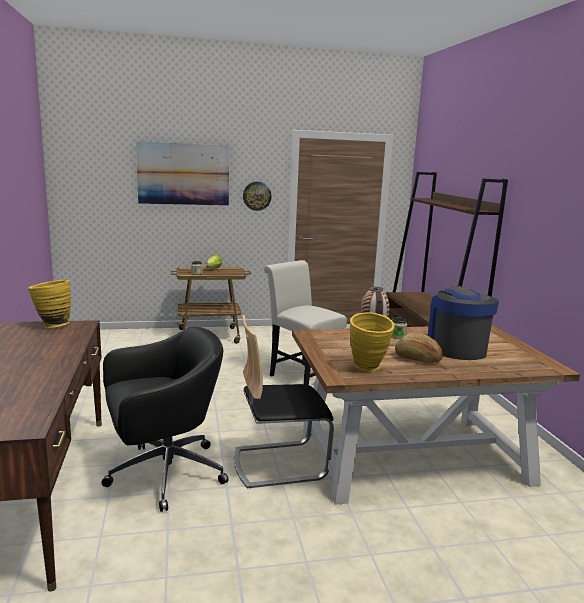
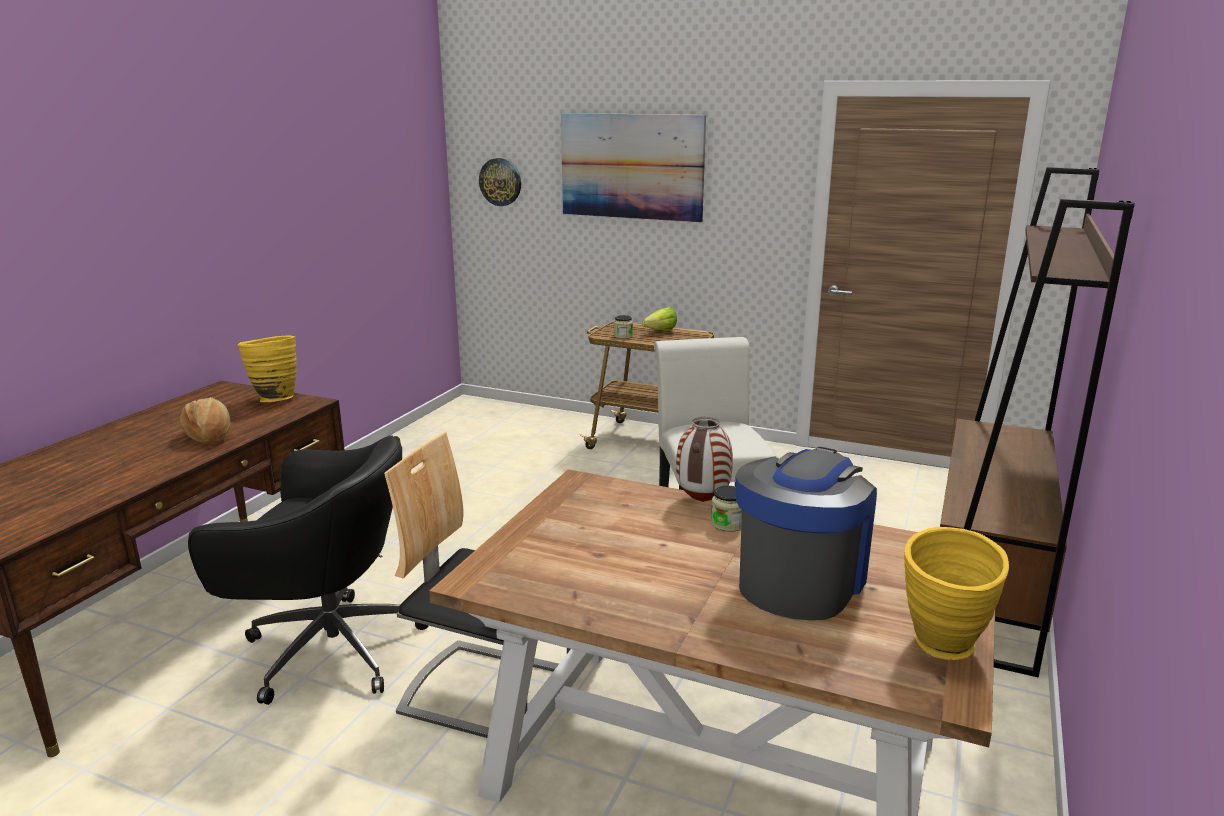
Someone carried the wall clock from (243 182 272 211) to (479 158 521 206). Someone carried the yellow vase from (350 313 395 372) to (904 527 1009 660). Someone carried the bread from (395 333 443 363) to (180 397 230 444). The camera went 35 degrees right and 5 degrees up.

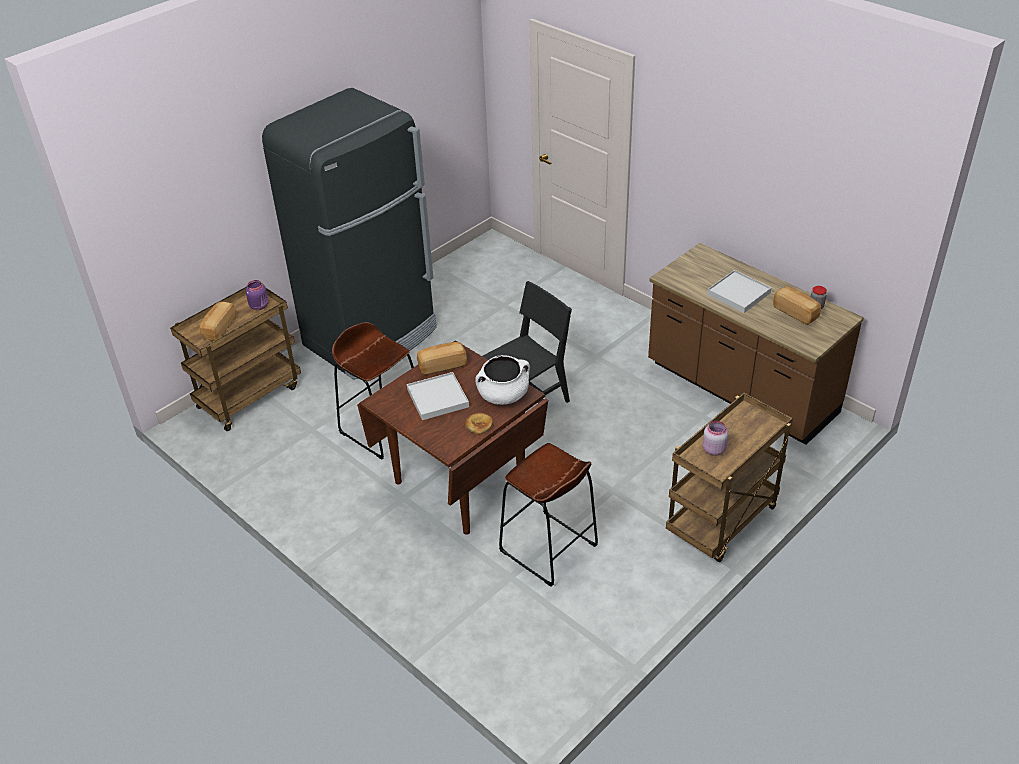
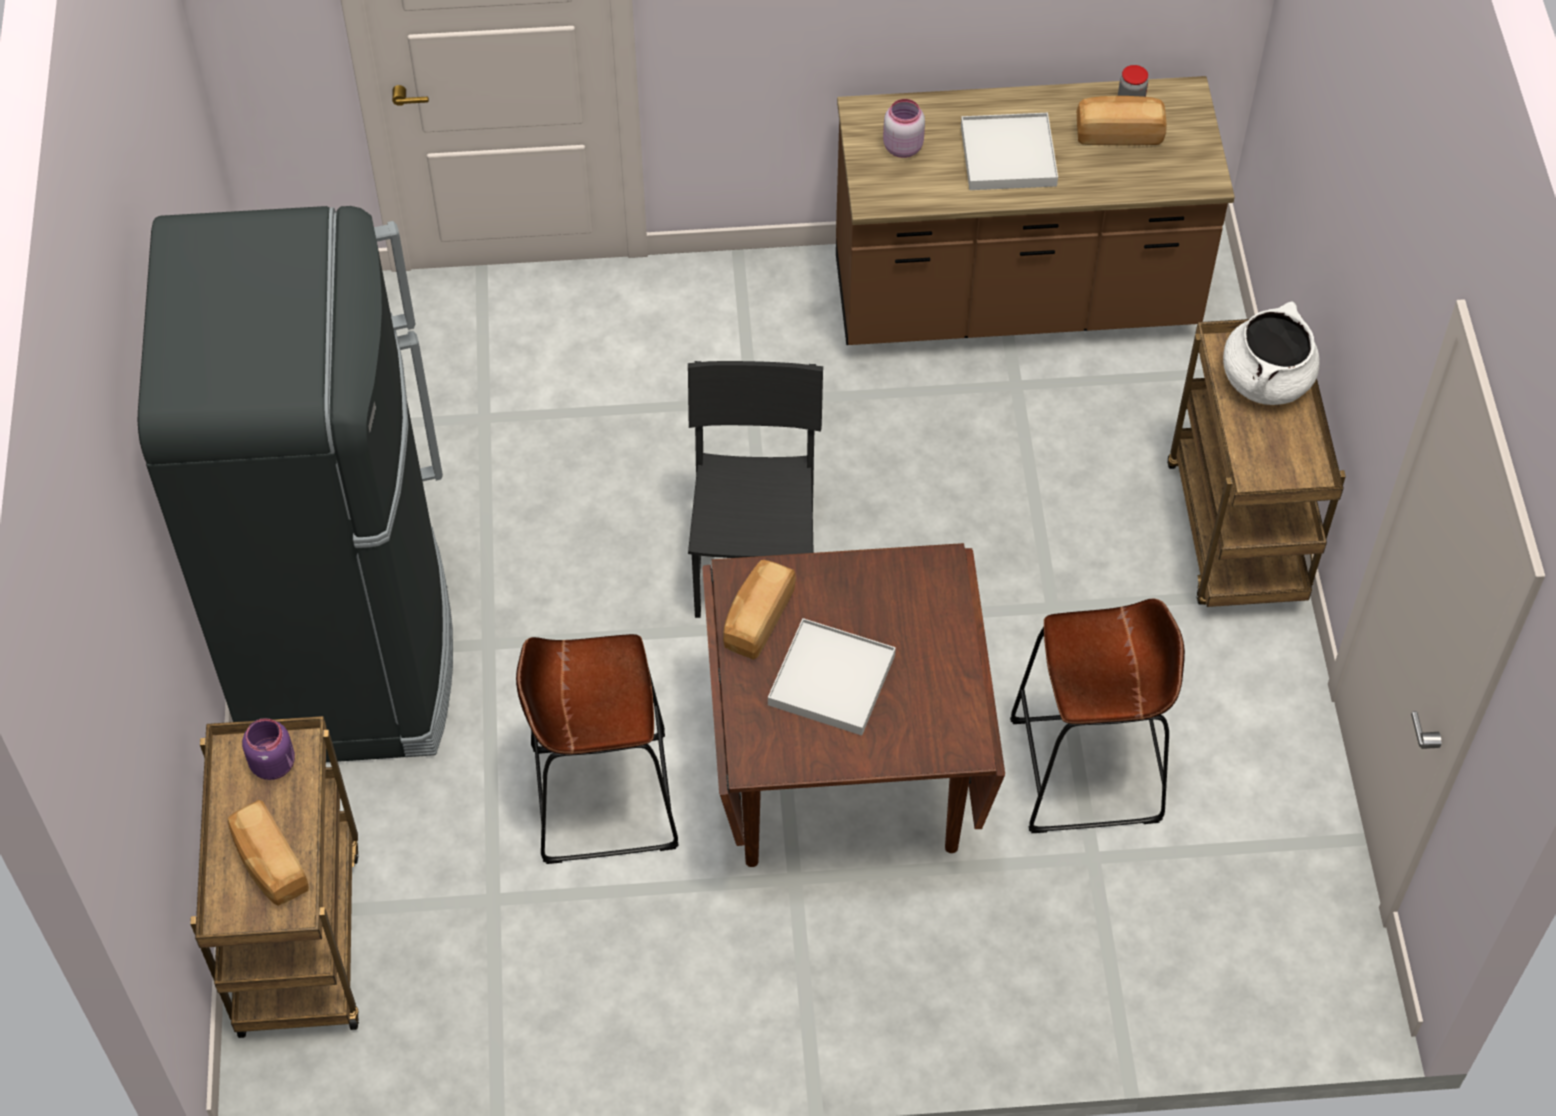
Someone took away the bread at (465 413 493 434). Someone carried the white cooking pot from (475 355 530 405) to (1223 301 1320 405). Someone carried the pink jar from (703 421 729 456) to (883 99 925 158). The camera went 50 degrees left and 15 degrees up.

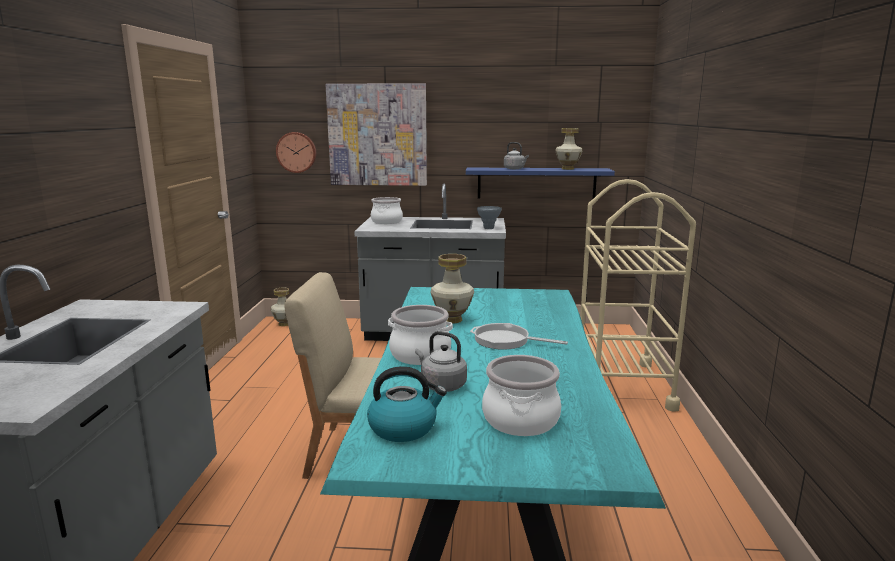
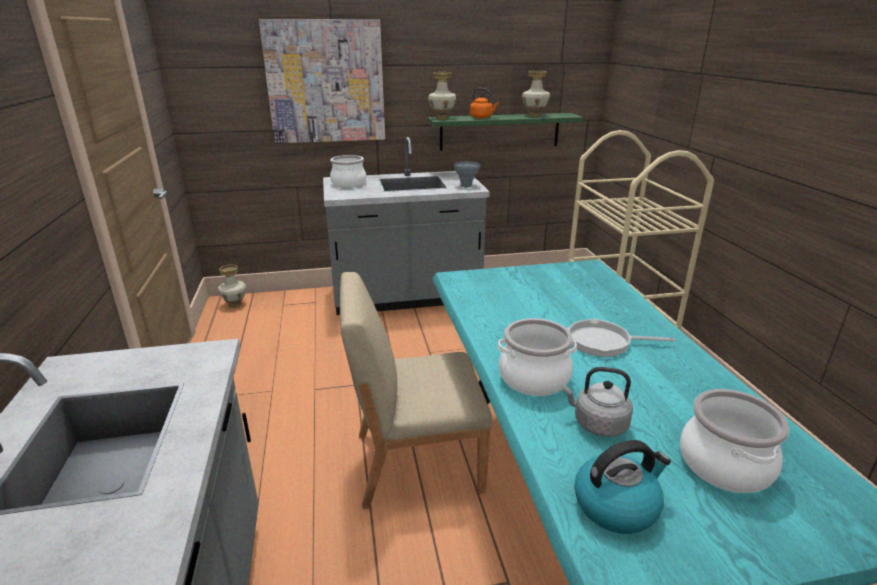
Someone took away the wall clock at (276 132 316 173). Someone carried the vase from (430 254 474 323) to (428 72 456 119). Someone repainted the blue shelf at (466 167 615 199), which became the green shelf at (427 113 583 151). Someone repainted the grey kettle at (504 142 529 169), which became the orange kettle at (470 88 499 118). The camera went 15 degrees left and 10 degrees up.

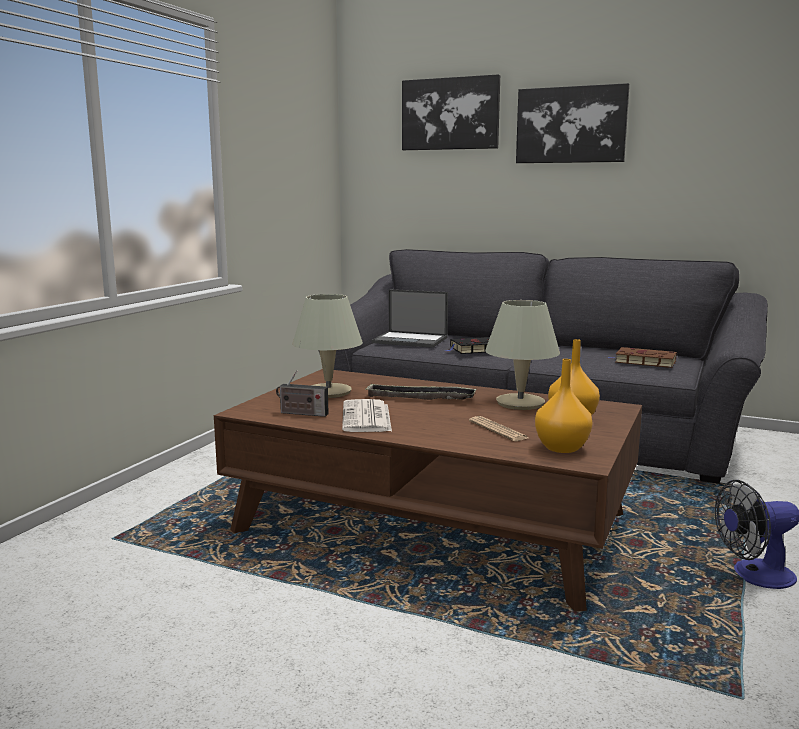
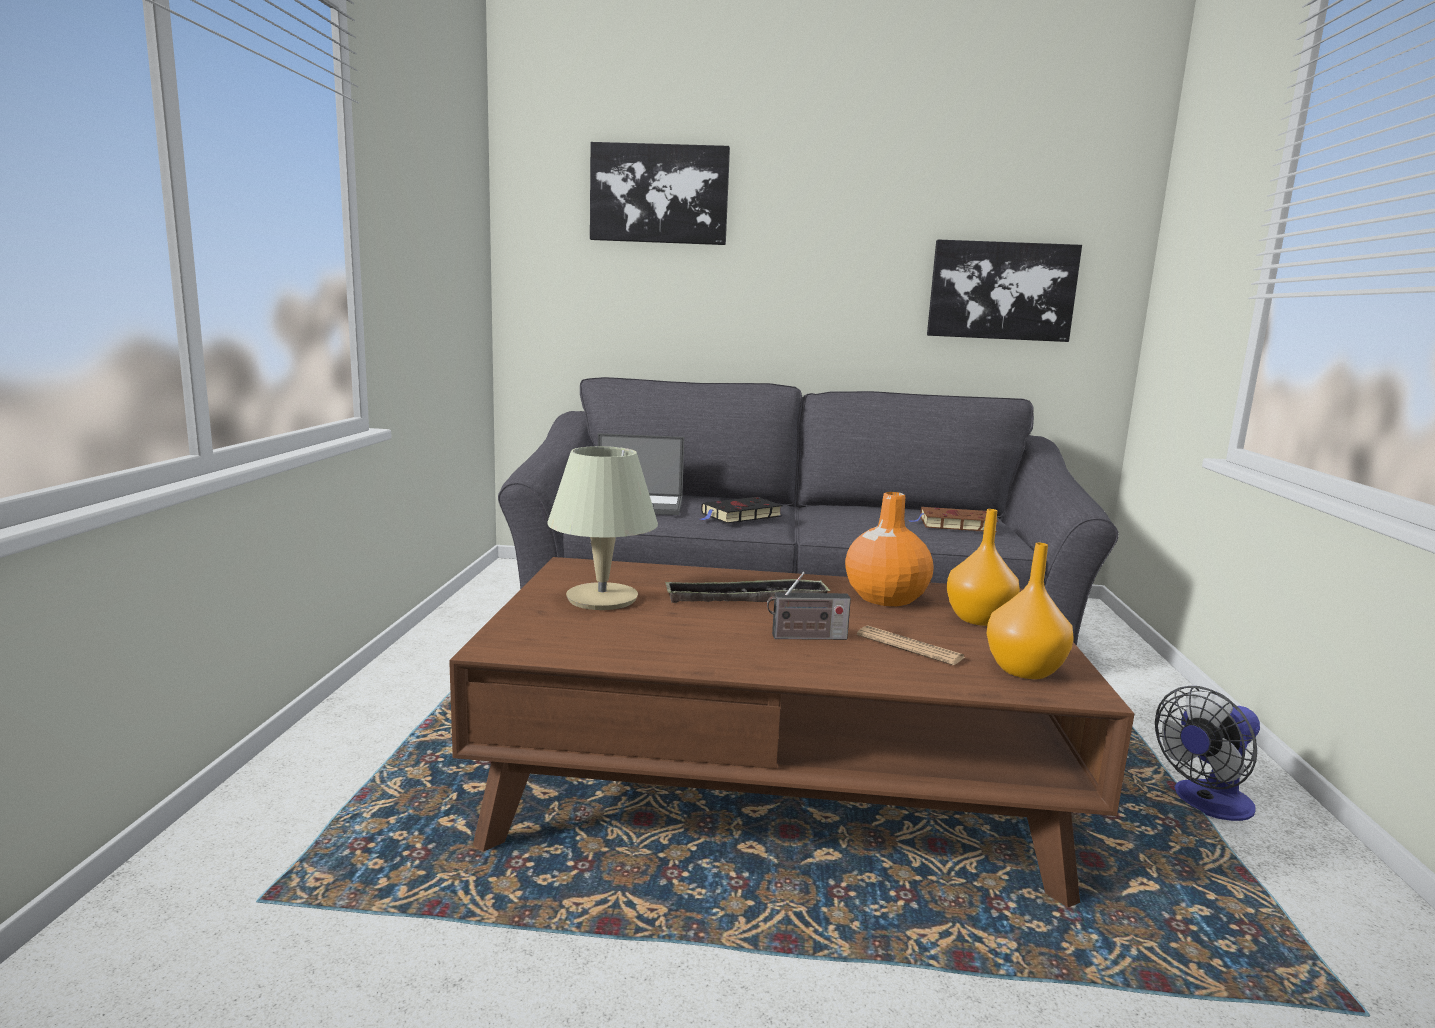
Someone carried the radio from (276 371 329 417) to (767 572 851 640). Someone took away the newspaper at (342 399 392 432). Someone swapped the beige table lamp at (485 300 560 410) for the orange vase at (845 492 934 606). Someone carried the picture from (516 83 630 163) to (927 240 1082 342). The camera went 20 degrees left and 0 degrees up.

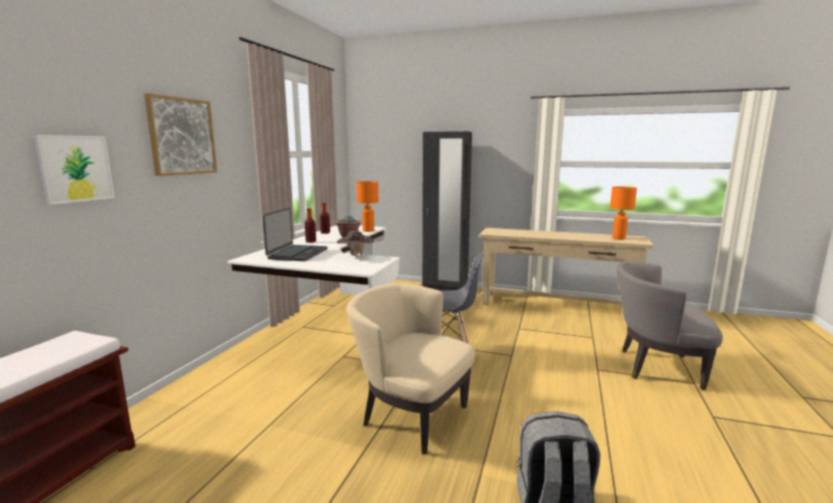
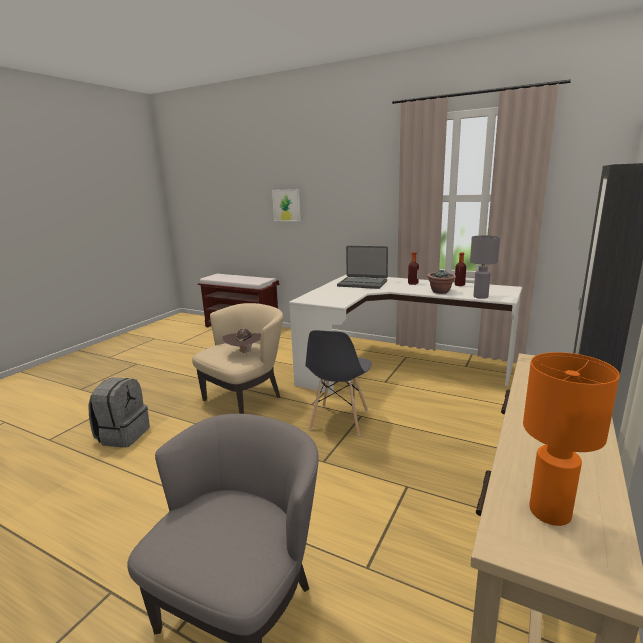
Someone took away the picture at (144 93 217 176). Someone carried the brown hat from (336 231 374 256) to (223 329 261 355). Someone repainted the orange table lamp at (357 181 378 232), which became the grey table lamp at (470 235 500 299). The camera went 100 degrees right and 5 degrees up.

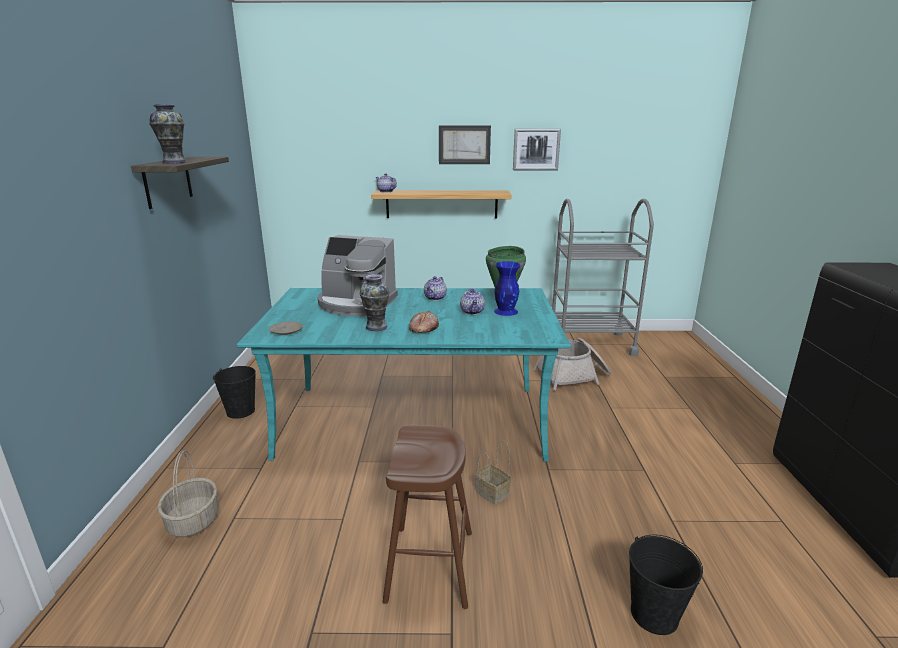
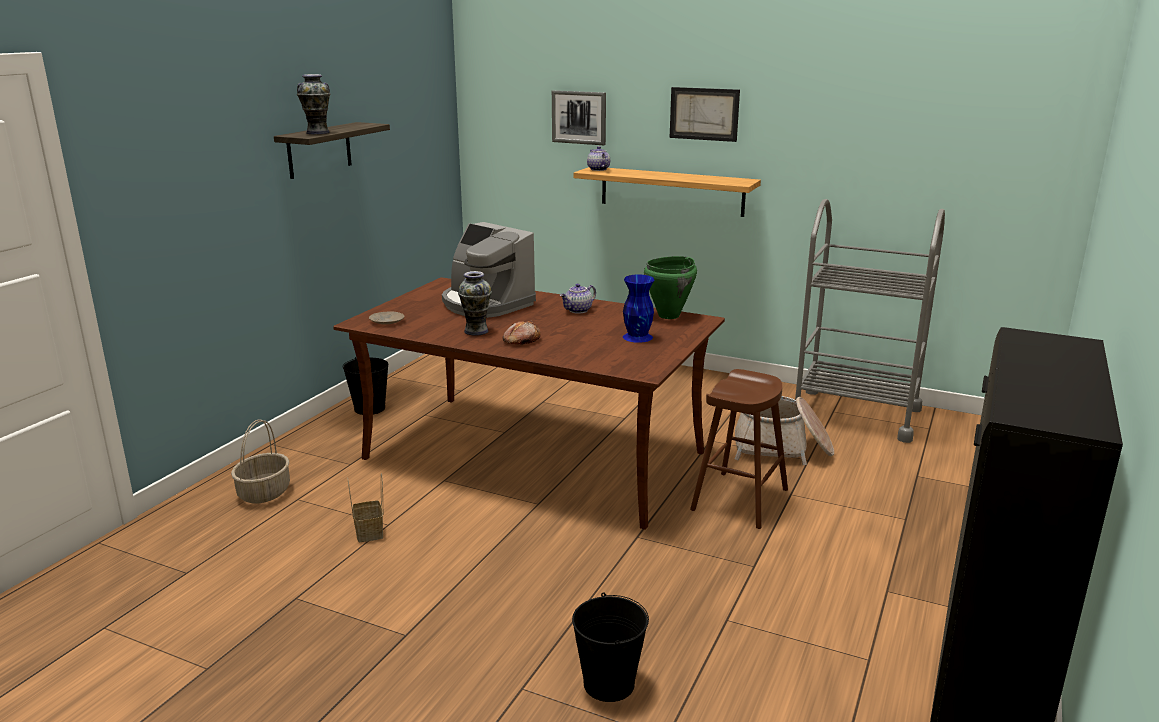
Someone repainted the turquoise dining table at (237 288 571 462), which became the brown dining table at (333 277 725 530). Someone carried the brown stool from (382 425 472 609) to (690 369 788 529). Someone took away the teapot at (460 288 485 315). Someone carried the basket from (475 440 511 505) to (347 473 383 542). Someone carried the picture from (513 129 561 170) to (552 90 606 145). The camera went 25 degrees right and 0 degrees up.

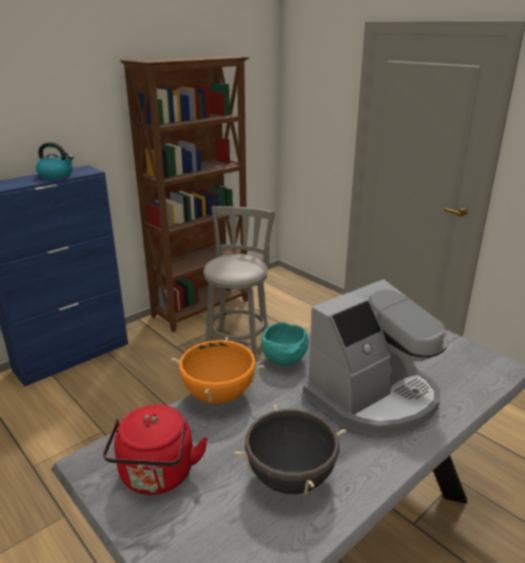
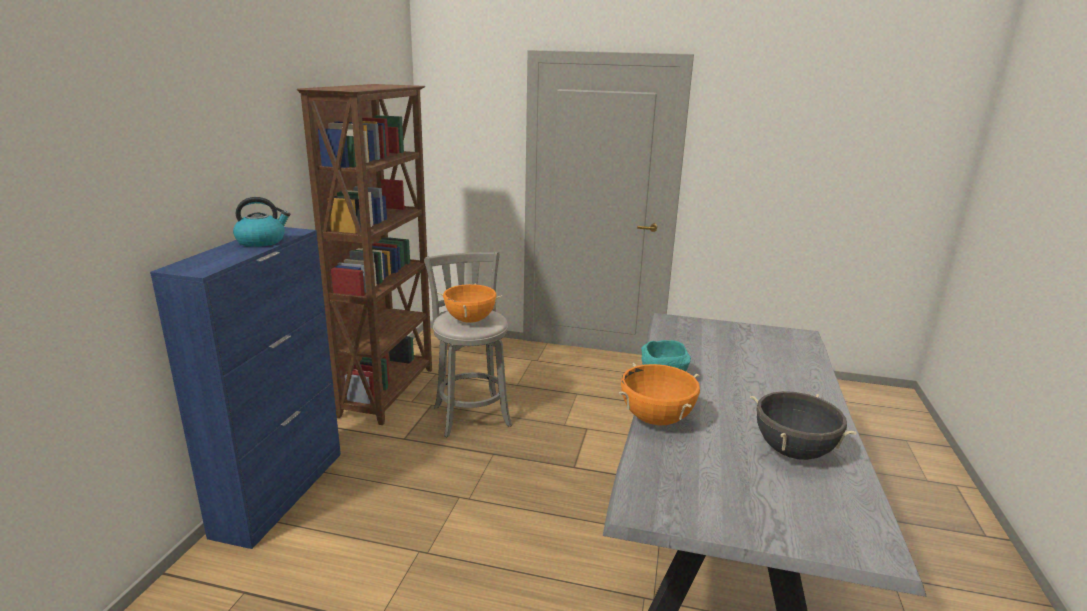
Someone took away the red kettle at (103 404 208 495). Someone took away the coffee machine at (303 279 447 436). Someone put down the orange cooking pot at (437 283 503 323). The camera went 35 degrees left and 5 degrees down.

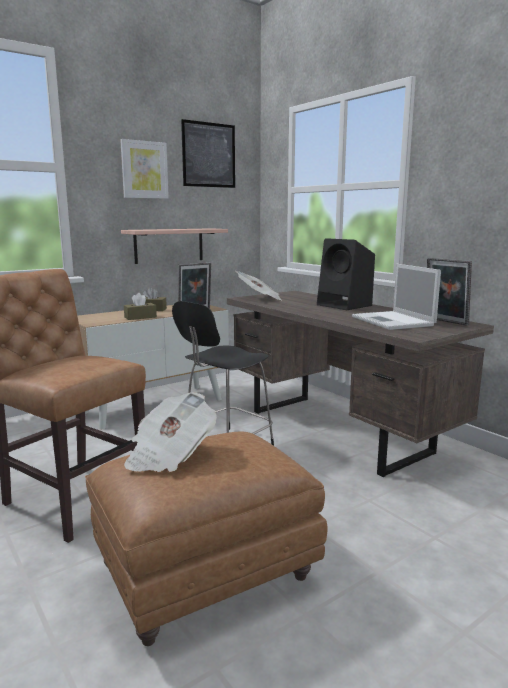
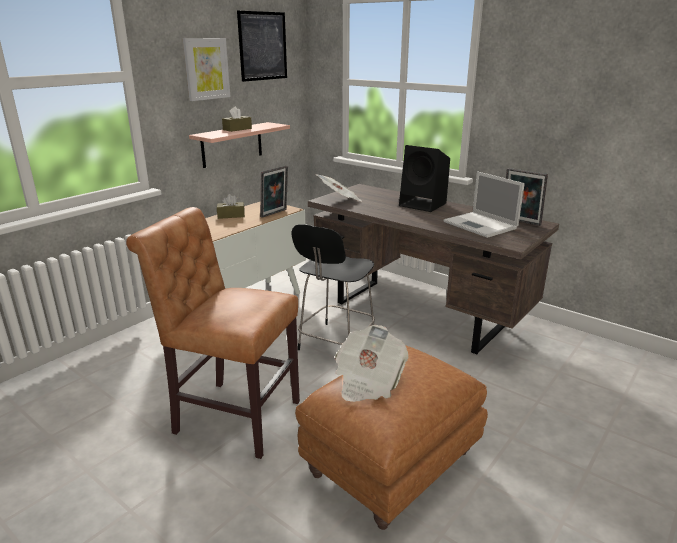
Someone carried the brown tissue box from (124 293 157 320) to (222 106 252 132). The camera went 15 degrees left and 10 degrees up.

